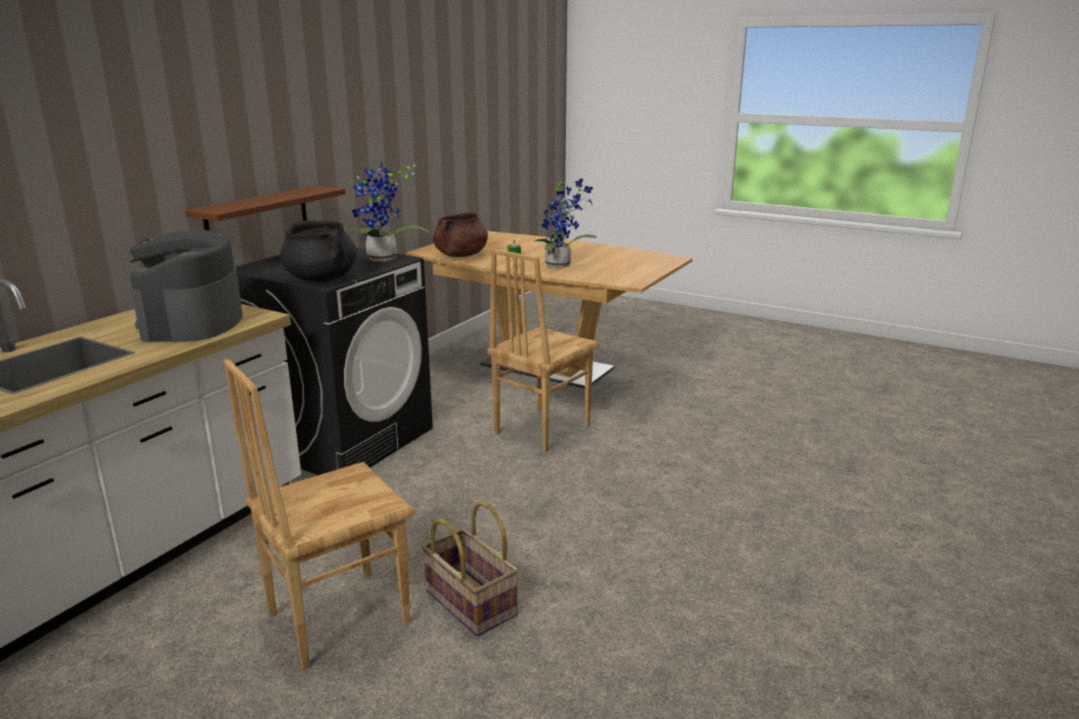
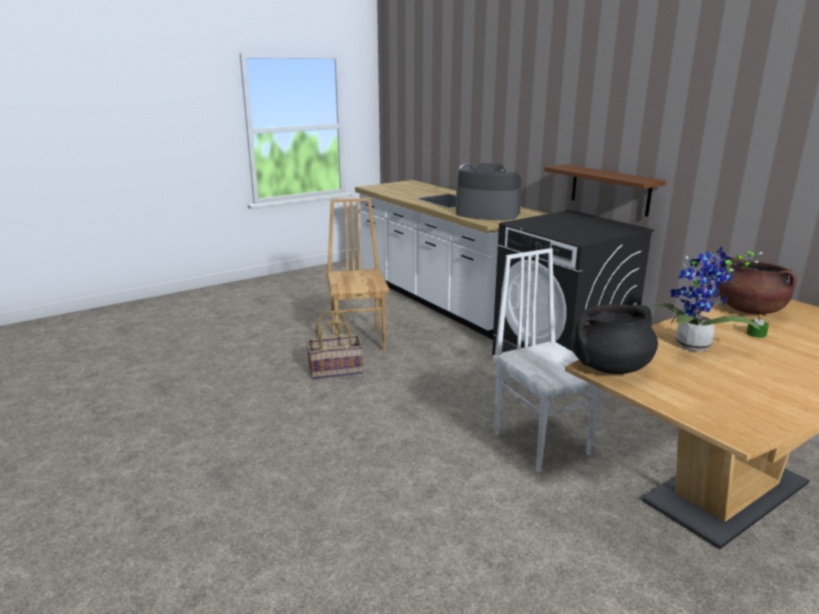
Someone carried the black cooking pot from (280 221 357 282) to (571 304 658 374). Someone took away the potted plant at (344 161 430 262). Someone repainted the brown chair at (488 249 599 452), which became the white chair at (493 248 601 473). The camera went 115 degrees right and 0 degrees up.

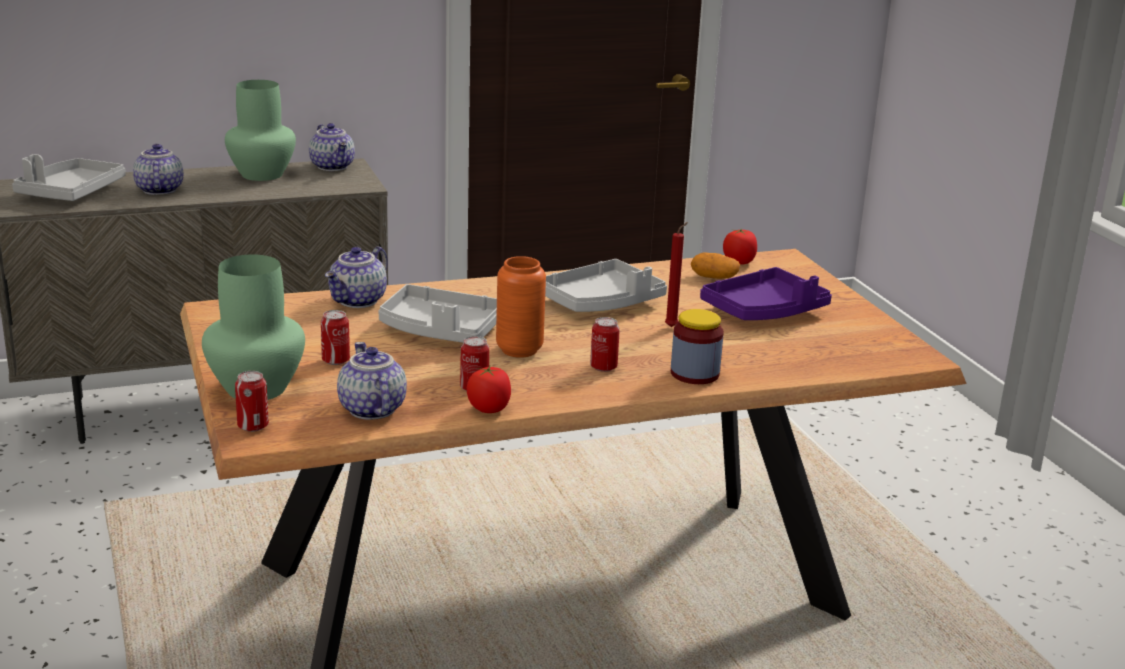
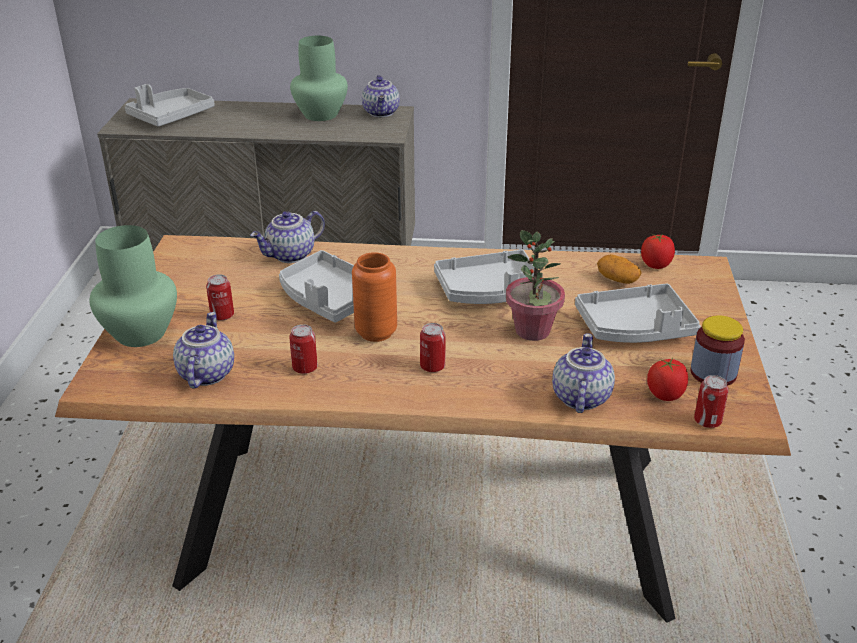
Someone carried the teapot from (133 144 183 195) to (552 333 615 413). Someone carried the can from (235 371 269 432) to (694 375 729 428). Someone carried the tomato from (467 366 511 413) to (647 358 688 401). Someone swapped the red candle at (665 222 688 327) for the potted plant at (506 230 565 341). Someone carried the jar from (671 309 724 384) to (691 315 745 386). Someone repainted the purple tray at (700 267 832 320), which became the grey tray at (575 283 701 343). The camera went 25 degrees right and 10 degrees up.

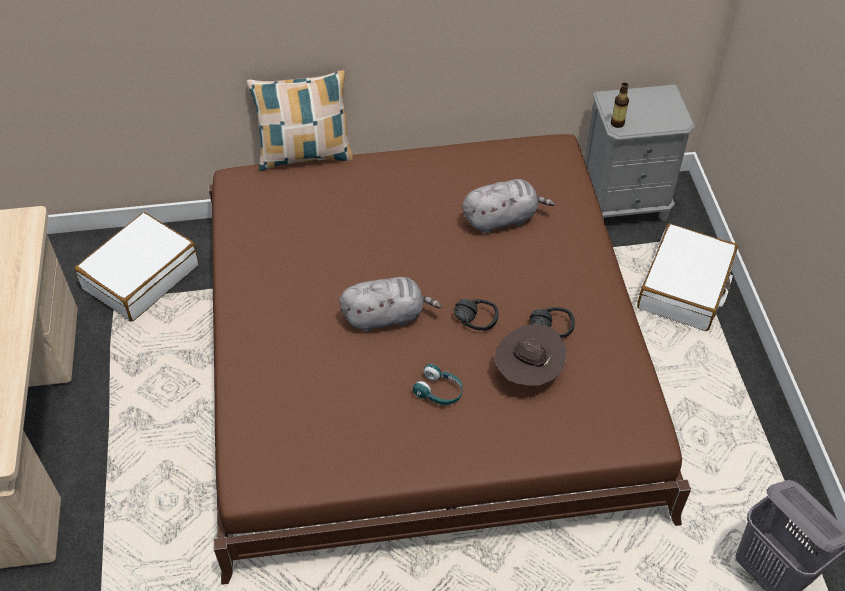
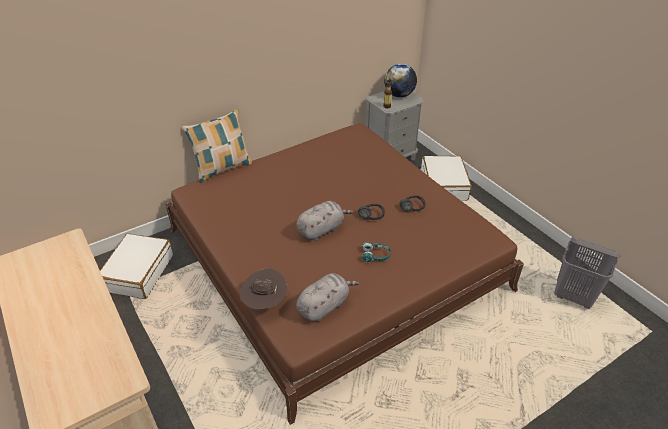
Someone carried the grey plush toy from (463 179 555 234) to (296 273 360 321). Someone carried the brown hat from (494 325 567 386) to (240 268 287 309). Someone put down the globe at (384 64 417 97). The camera went 25 degrees left and 10 degrees down.

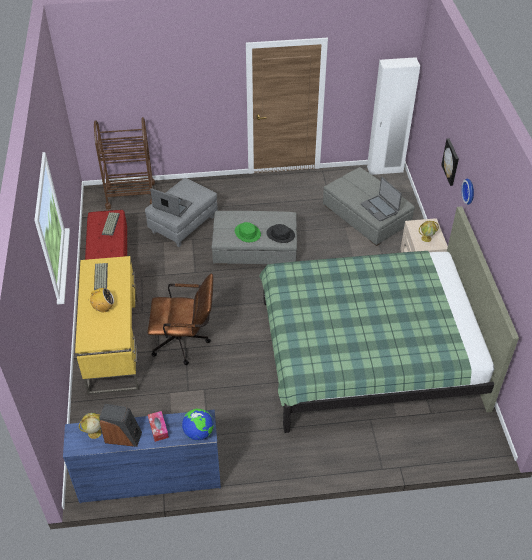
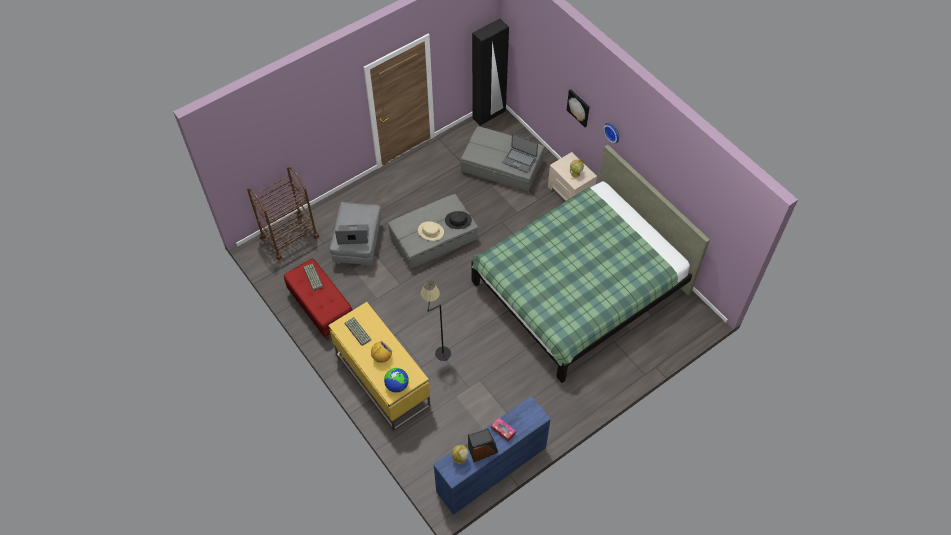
Someone swapped the brown office chair at (147 273 213 365) for the black floor lamp at (421 281 451 361). Someone carried the globe from (182 409 214 440) to (384 368 409 393). Someone repainted the green hat at (235 222 261 242), which became the beige hat at (418 221 444 241). Someone repainted the white wardrobe at (367 57 420 175), which became the black wardrobe at (472 19 509 126). The camera went 30 degrees left and 10 degrees up.

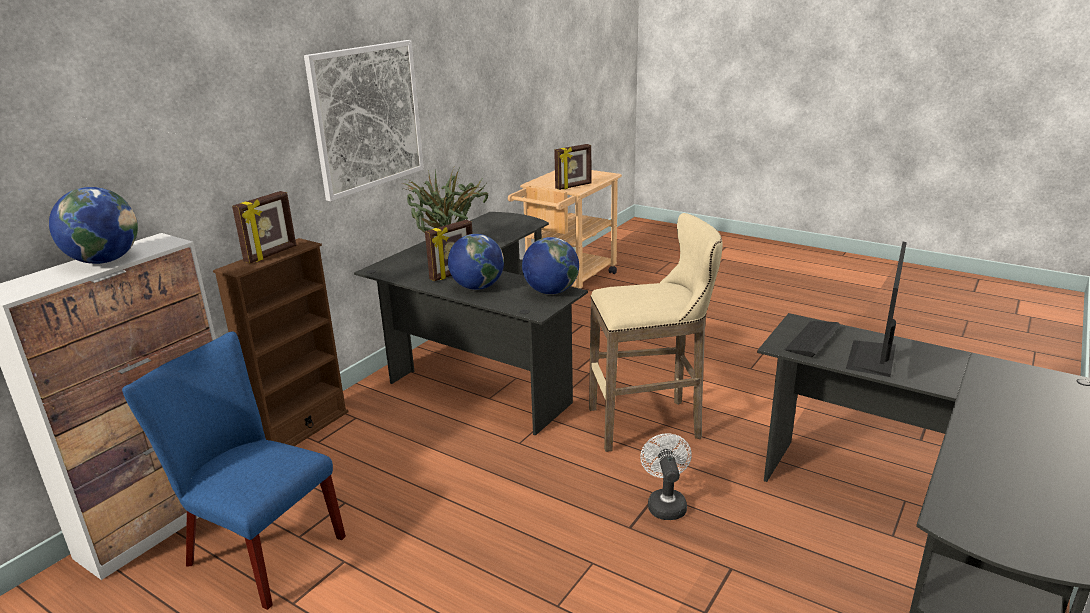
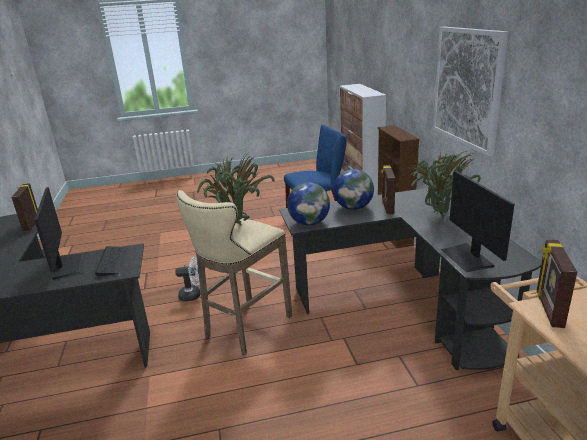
Someone took away the globe at (49 187 138 264). Someone carried the picture frame from (232 191 296 263) to (12 183 38 232). Someone rotated the white fan at (640 433 692 520) by 45 degrees counterclockwise. Someone put down the potted plant at (197 152 275 225). Someone put down the monitor at (441 171 515 272). The camera went 135 degrees right and 0 degrees up.

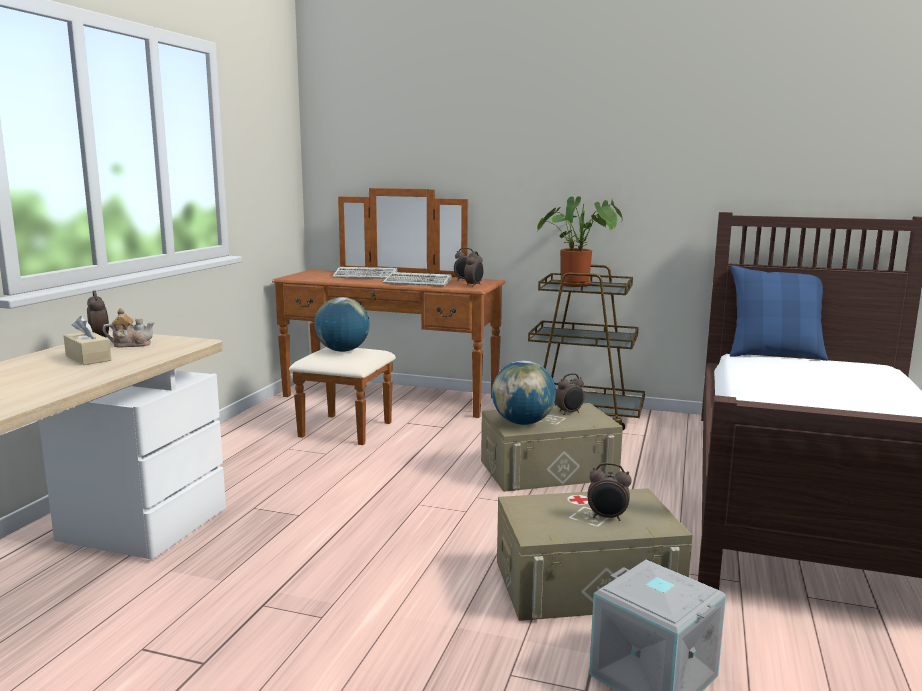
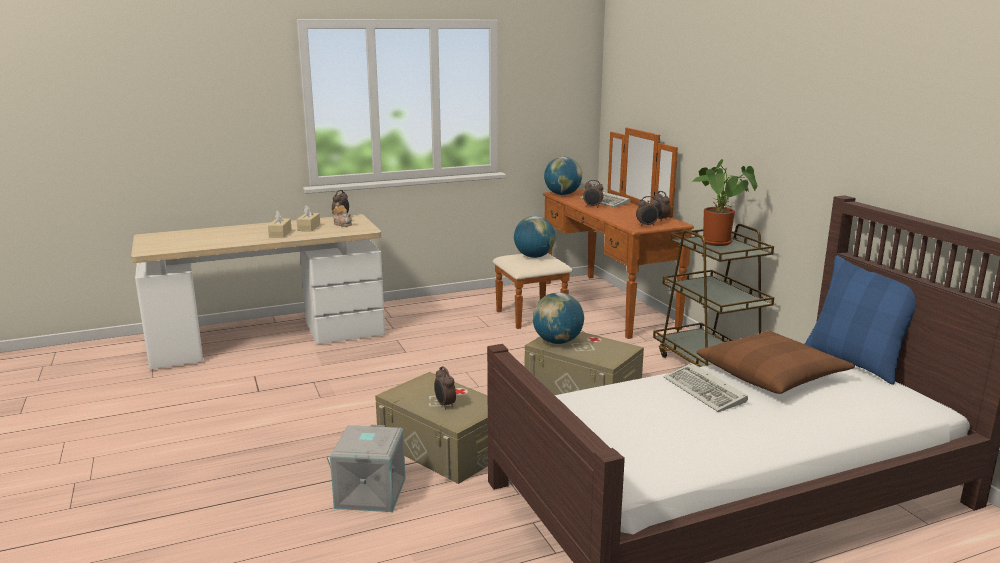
Someone carried the keyboard from (383 272 452 286) to (664 363 748 412). Someone carried the alarm clock from (555 373 585 415) to (583 180 604 208). Someone put down the beige tissue box at (268 210 292 238). Someone put down the globe at (544 157 582 195). Someone put down the brown pillow at (697 330 855 394). The camera went 50 degrees right and 5 degrees up.

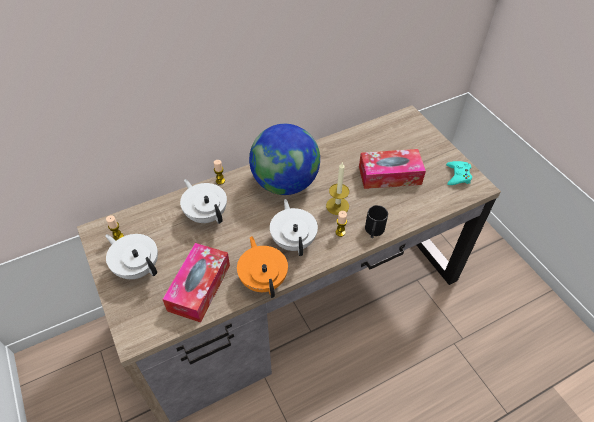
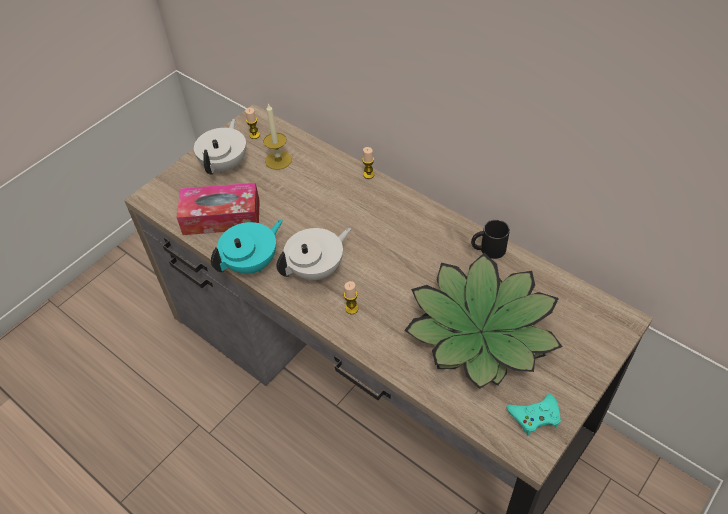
Someone took away the white teapot at (180 179 227 224). Someone repainted the orange teapot at (237 236 288 298), which became the turquoise teapot at (211 219 283 274). Someone took away the globe at (249 124 320 195). Someone carried the candle from (326 163 349 215) to (263 103 292 170). Someone swapped the tissue box at (359 149 426 189) for the potted plant at (404 253 563 389). Someone carried the black mug from (365 205 388 238) to (471 220 510 259). The camera went 70 degrees right and 0 degrees up.

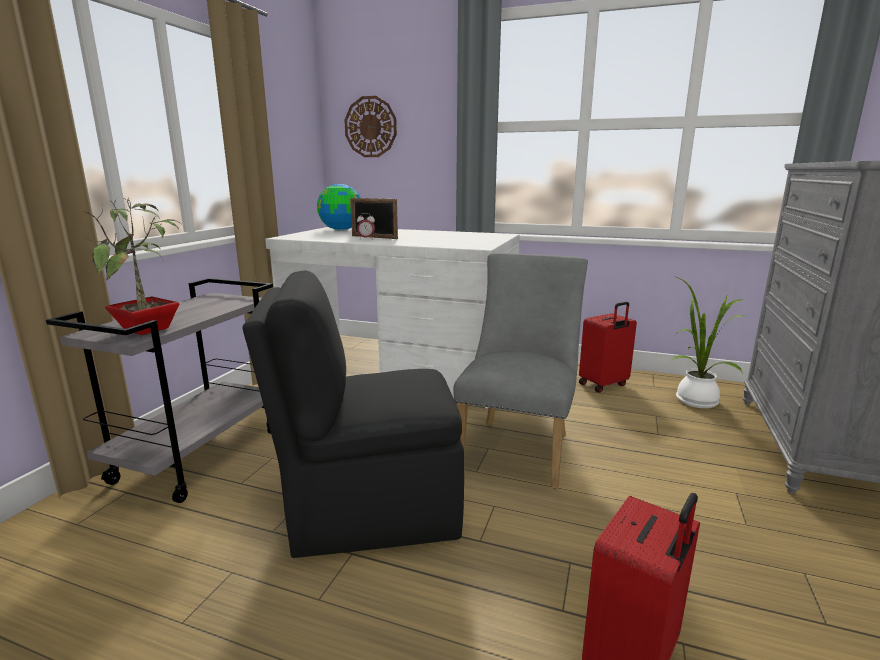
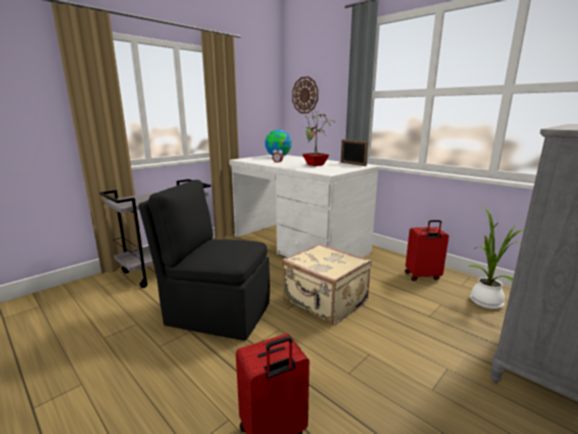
Someone carried the potted plant from (84 197 184 335) to (302 112 337 166). Someone carried the picture frame from (350 198 398 239) to (341 139 368 166). Someone swapped the grey chair at (453 253 588 489) for the beige suitcase at (282 243 371 325). The camera went 25 degrees right and 0 degrees up.

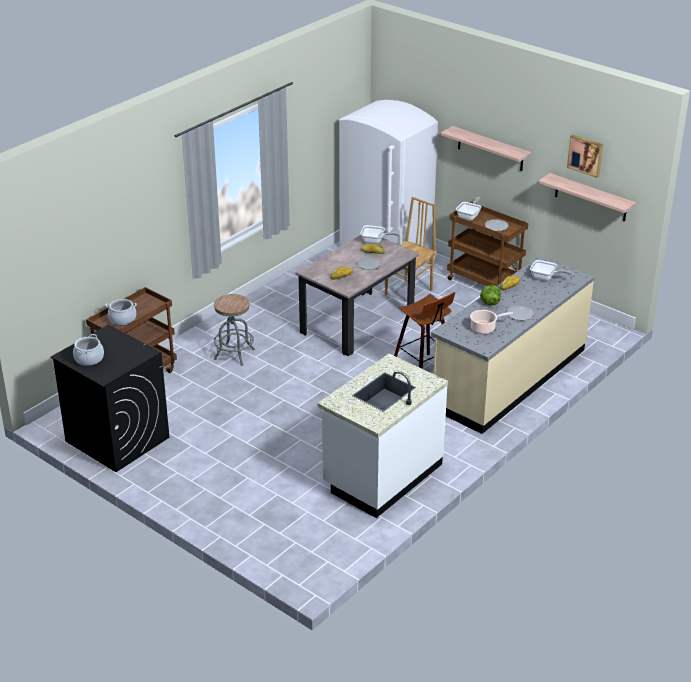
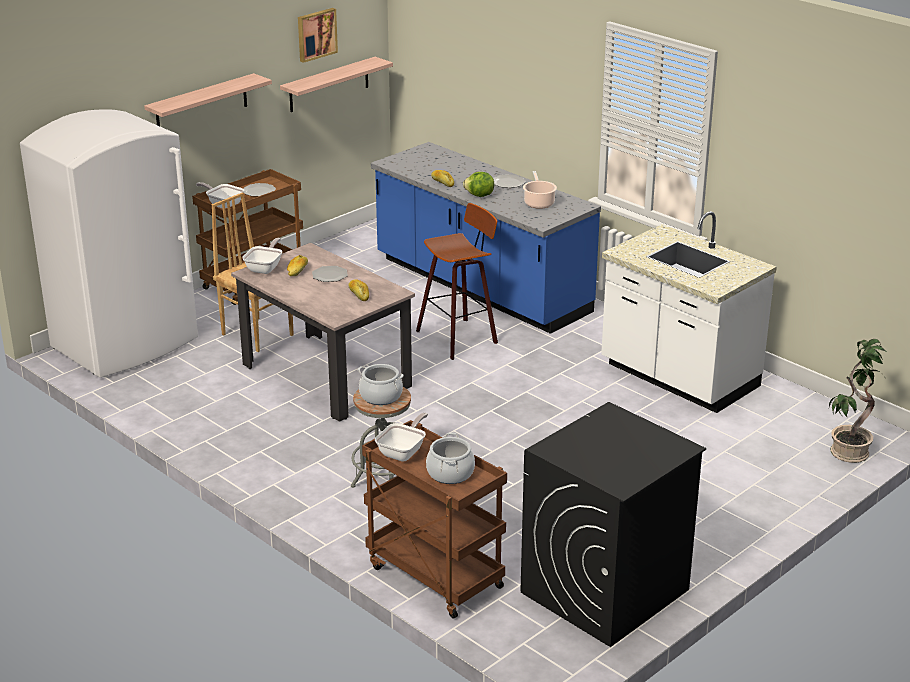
Someone carried the cooking pot from (73 334 104 366) to (358 364 404 405). Someone repainted the beige counter at (431 256 594 434), which became the blue counter at (371 142 601 334). Someone carried the frying pan from (530 260 573 281) to (375 413 428 461). Someone put down the potted plant at (829 339 888 463). The camera went 85 degrees left and 5 degrees down.

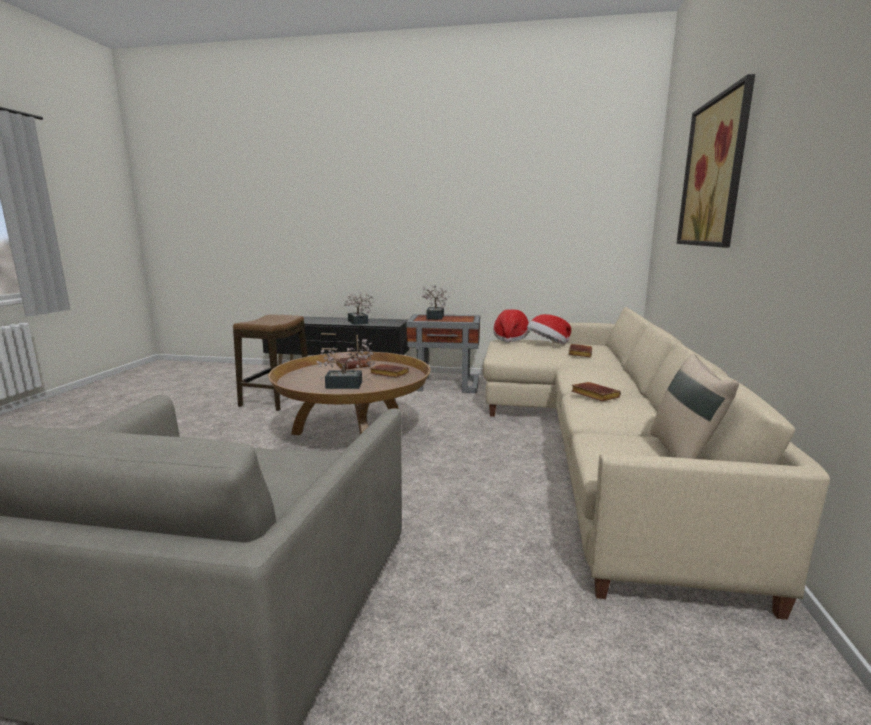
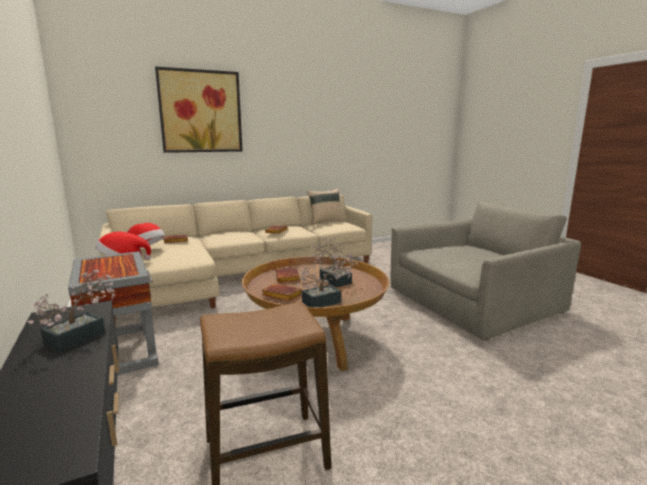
Someone carried the potted plant from (422 286 450 320) to (296 255 352 307). The camera went 125 degrees left and 0 degrees up.

